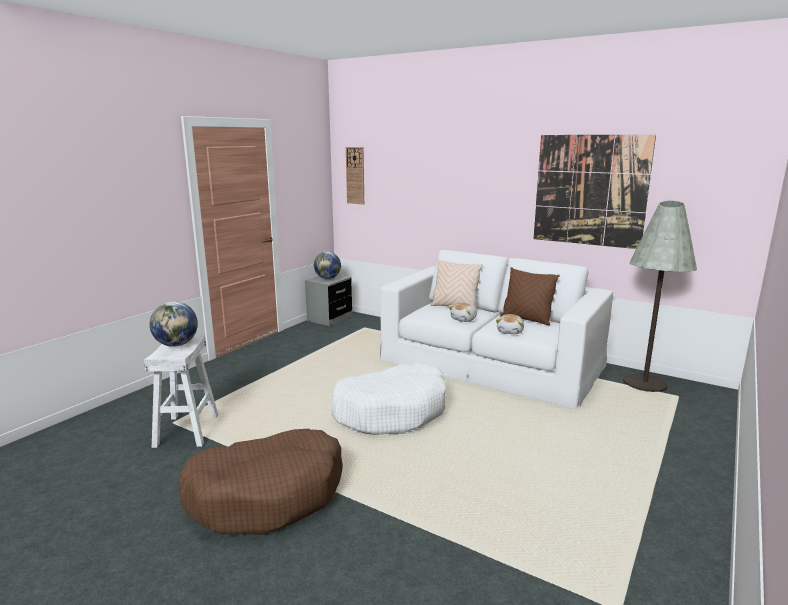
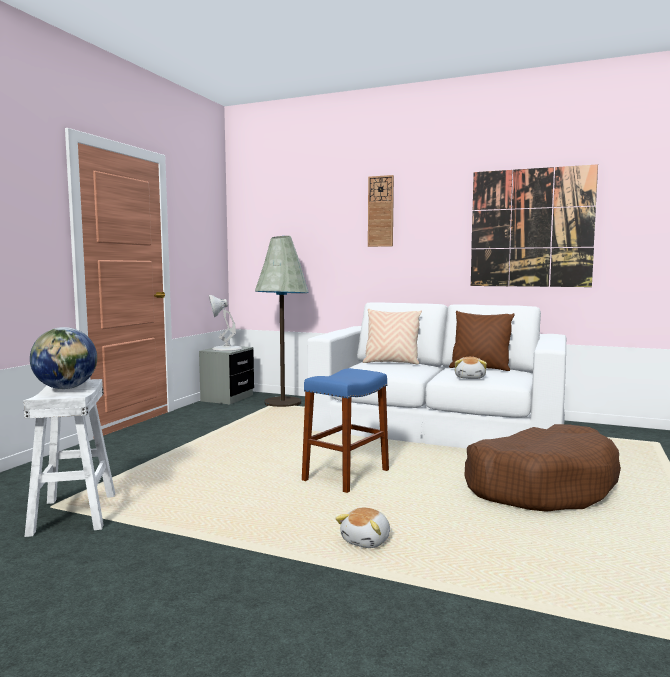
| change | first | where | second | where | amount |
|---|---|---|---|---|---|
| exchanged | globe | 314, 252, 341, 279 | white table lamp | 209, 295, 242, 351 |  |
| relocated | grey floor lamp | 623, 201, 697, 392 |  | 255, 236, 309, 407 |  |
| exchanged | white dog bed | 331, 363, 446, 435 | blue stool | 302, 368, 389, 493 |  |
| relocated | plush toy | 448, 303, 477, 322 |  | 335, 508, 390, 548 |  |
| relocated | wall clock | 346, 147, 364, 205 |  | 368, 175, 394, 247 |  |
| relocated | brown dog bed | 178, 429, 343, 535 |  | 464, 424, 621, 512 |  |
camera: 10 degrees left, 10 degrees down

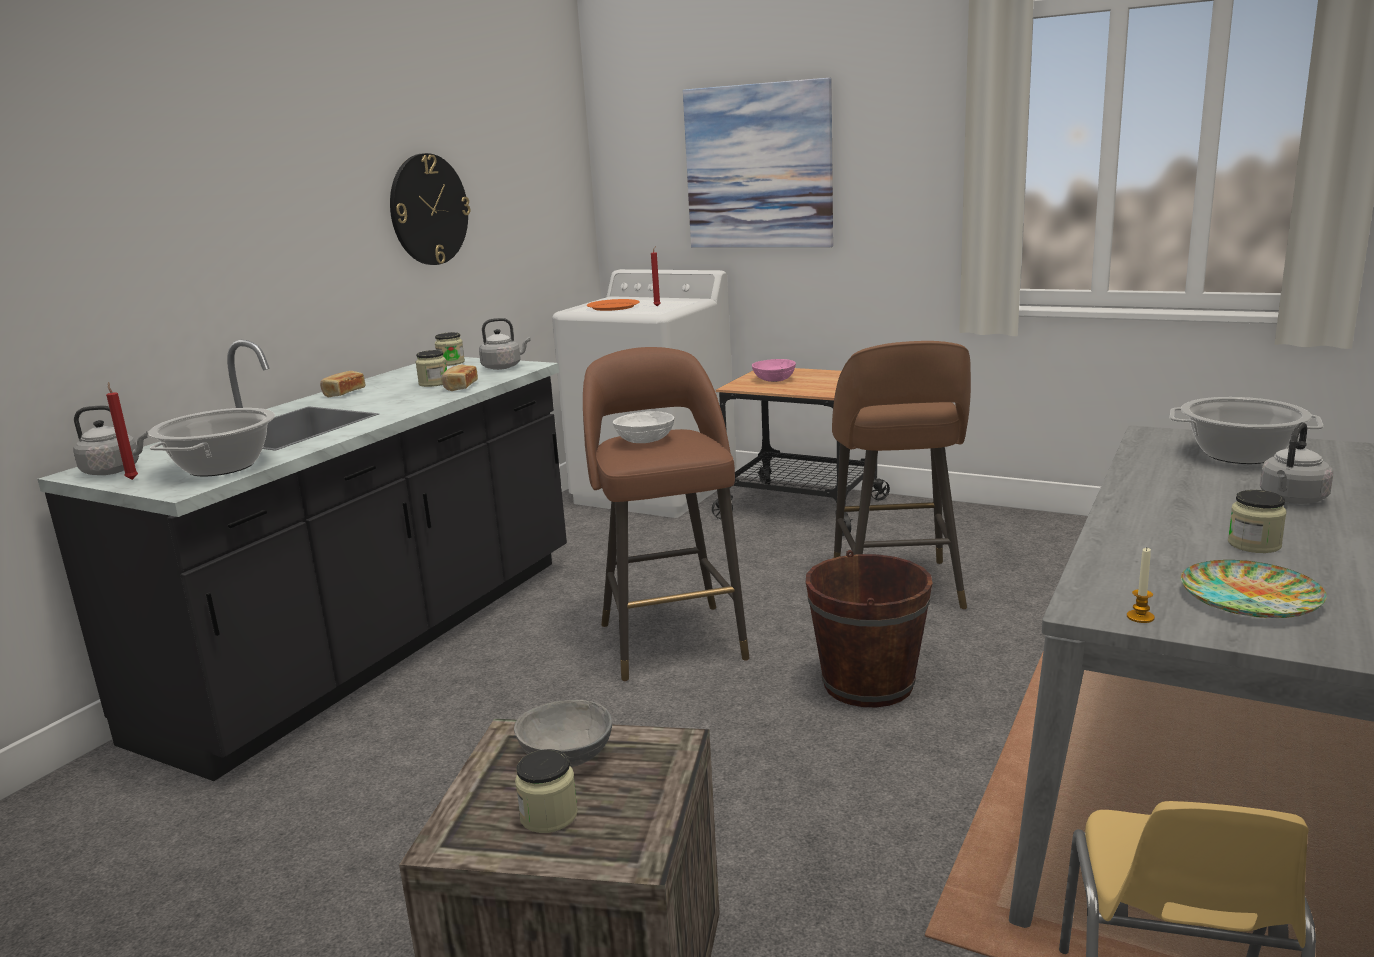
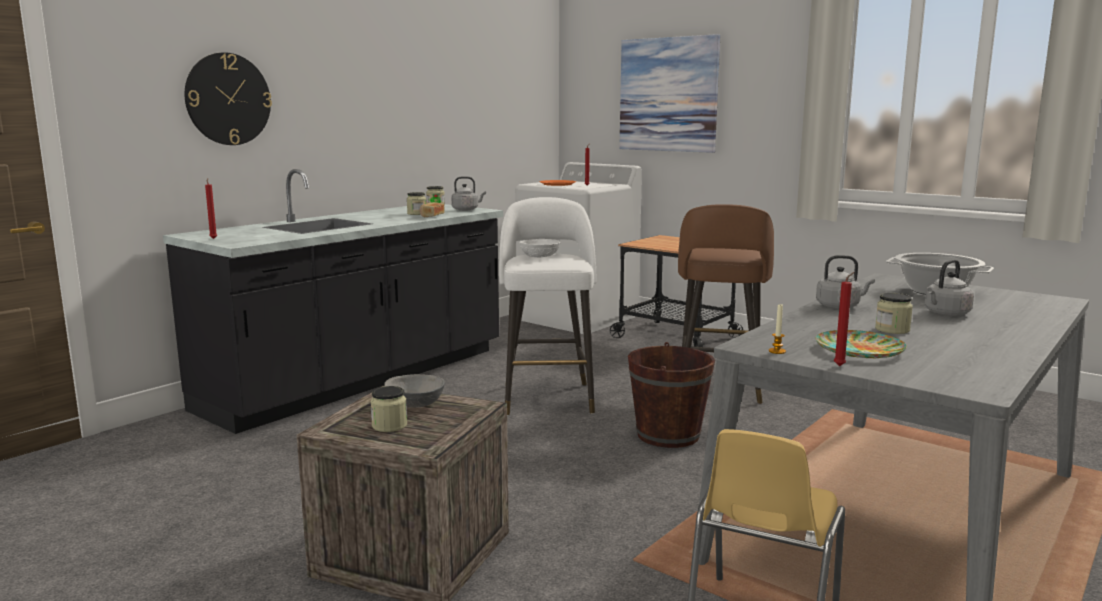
| change | first | where | second | where | amount |
|---|---|---|---|---|---|
| relocated | wall clock | 390, 153, 470, 265 |  | 185, 52, 272, 145 |  |
| colour | brown stool | 583, 347, 750, 681 | white stool | 499, 197, 596, 416 |  |
| relocated | grey kettle | 73, 406, 148, 475 |  | 816, 255, 875, 309 |  |
| appeared |  |  | red candle | 834, 272, 854, 366 |  |
| missing | cooking pot | 148, 408, 275, 477 |  |  |  |
| missing | bread | 320, 371, 365, 397 |  |  |  |
| missing | pink bowl | 752, 359, 796, 382 |  |  |  |
camera: 10 degrees right, 5 degrees down

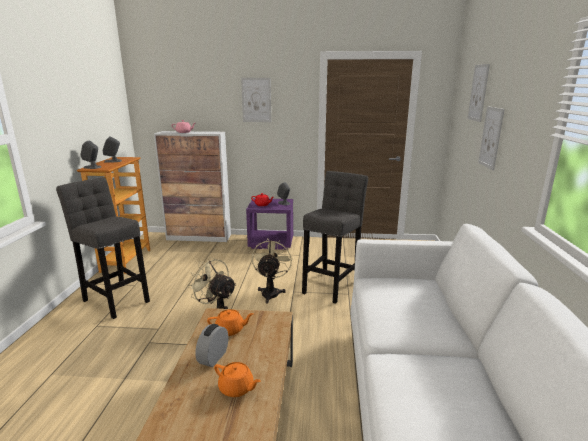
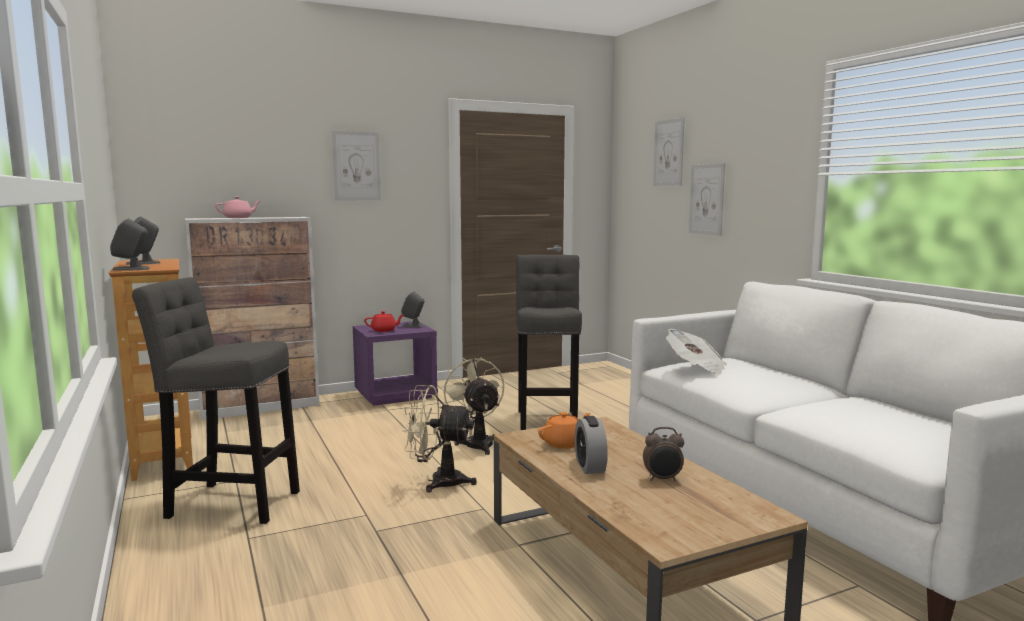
| change | first | where | second | where | amount |
|---|---|---|---|---|---|
| exchanged | orange teapot | 214, 362, 261, 397 | alarm clock | 643, 427, 684, 481 |  |
| appeared |  |  | newspaper | 666, 329, 727, 375 |  |
camera: 30 degrees left, 10 degrees down

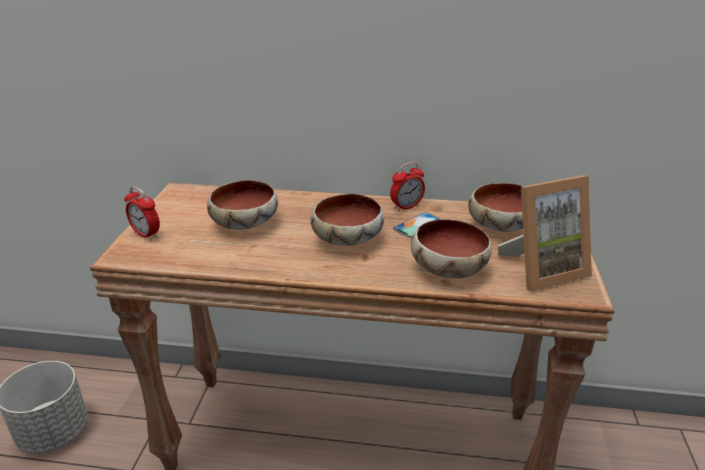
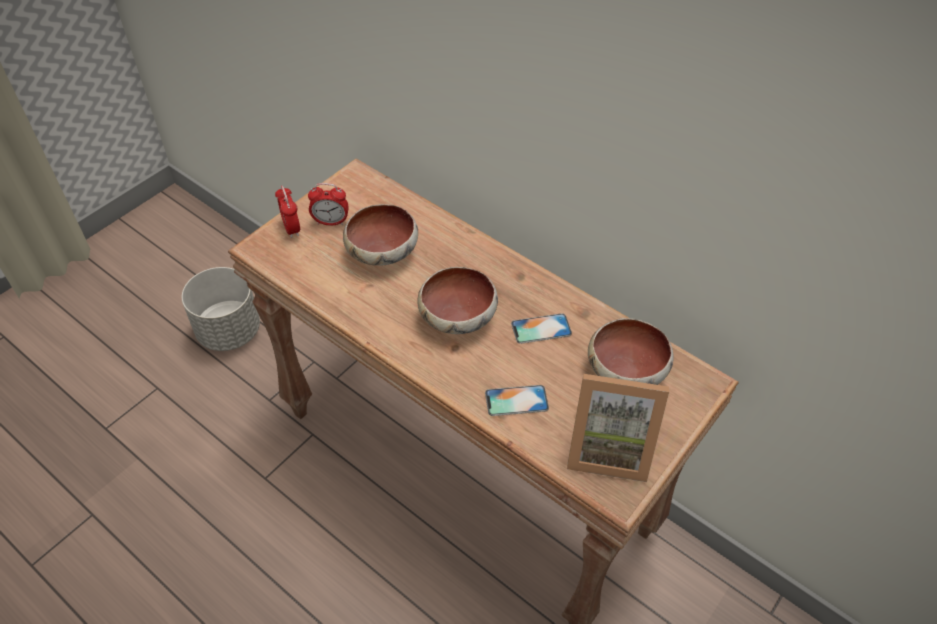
| change | first | where | second | where | amount |
|---|---|---|---|---|---|
| relocated | alarm clock | 390, 162, 425, 212 |  | 308, 183, 349, 226 |  |
| exchanged | bowl | 411, 219, 492, 279 | phone | 485, 385, 549, 416 |  |
camera: 30 degrees right, 20 degrees up

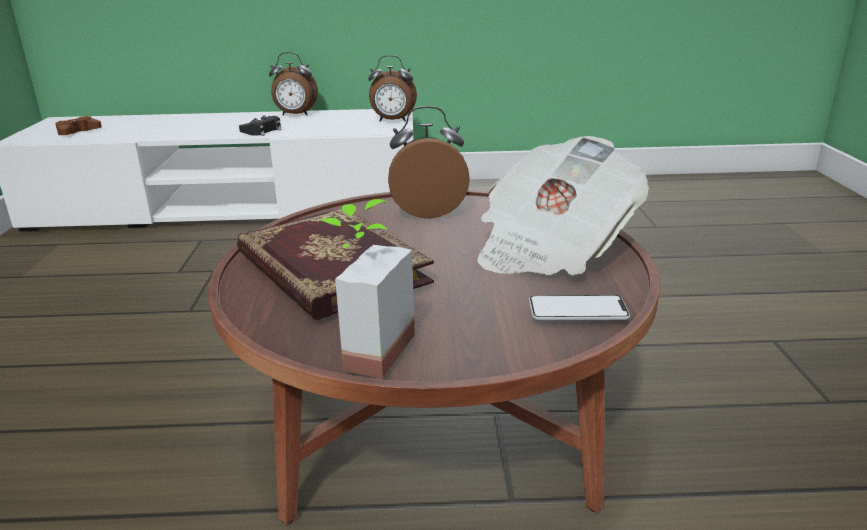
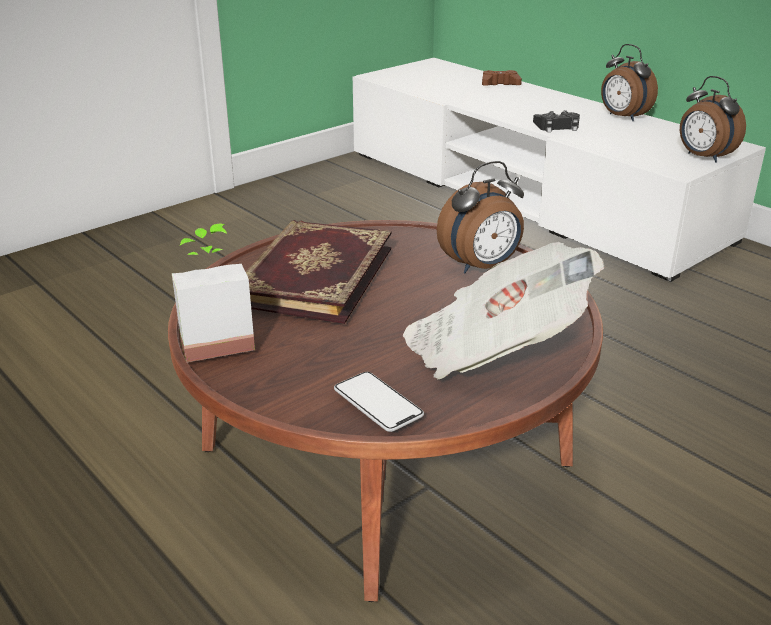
| change | first | where | second | where | amount |
|---|---|---|---|---|---|
| spun | alarm clock | 388, 106, 470, 219 |  | 437, 161, 524, 273 | 105 degrees clockwise |
| relocated | brown game controller | 55, 116, 102, 135 |  | 482, 70, 522, 86 |  |
camera: 50 degrees right, 5 degrees up

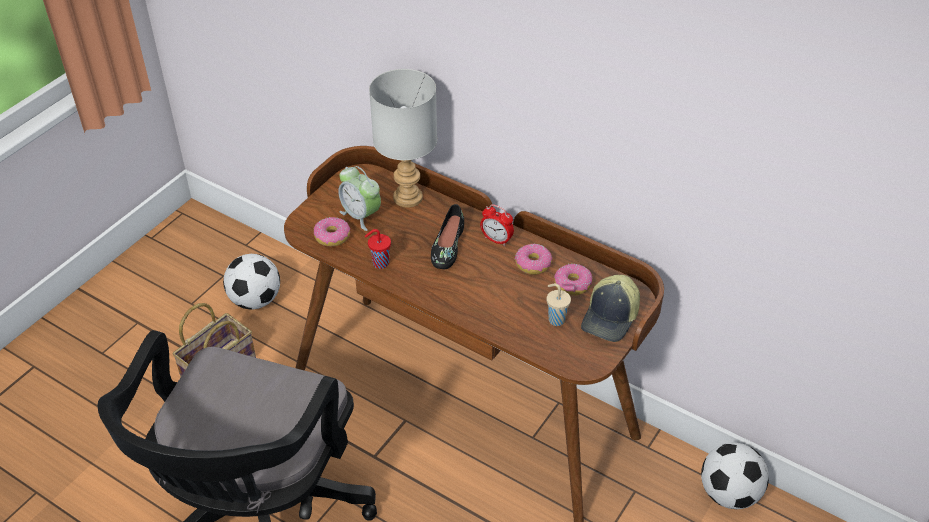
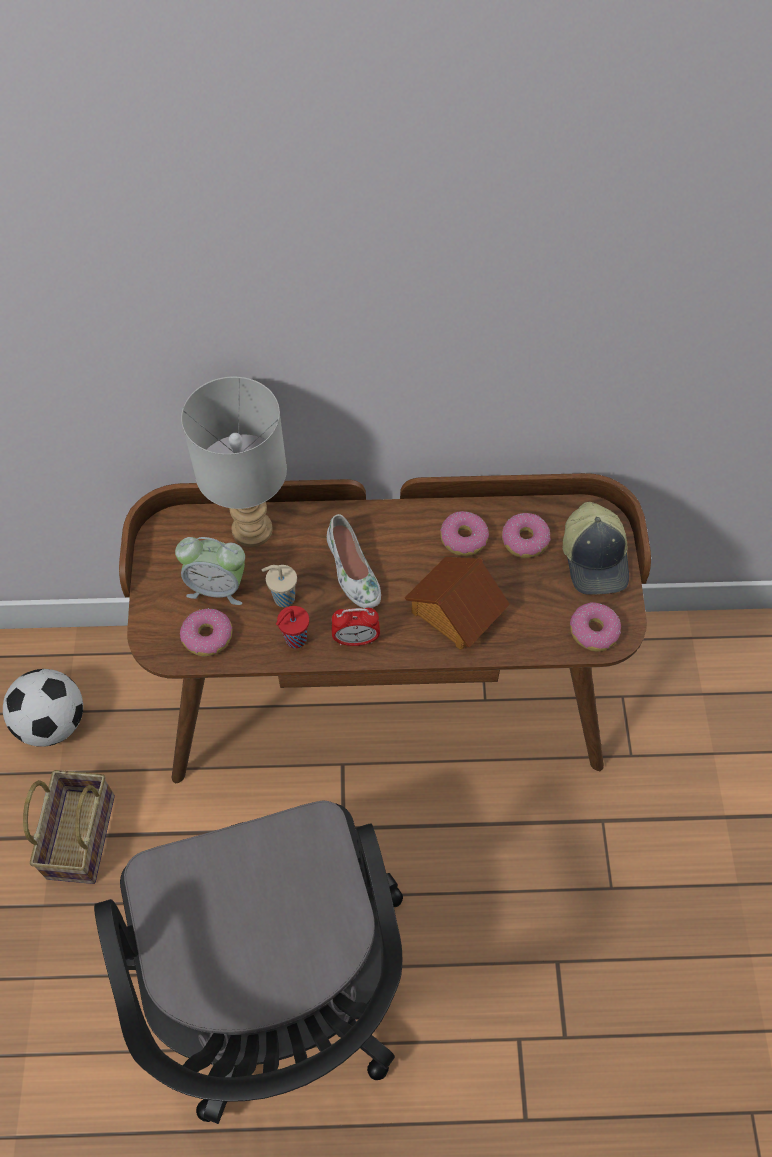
| change | first | where | second | where | amount |
|---|---|---|---|---|---|
| relocated | beige cup | 547, 283, 571, 326 |  | 262, 565, 297, 607 |  |
| colour | black shoe | 431, 204, 464, 269 | white shoe | 327, 514, 381, 608 |  |
| relocated | alarm clock | 480, 204, 514, 246 |  | 332, 608, 380, 646 |  |
| appeared |  |  | toy house | 405, 557, 510, 650 |  |
| appeared |  |  | donut | 570, 602, 621, 652 |  |
| missing | football | 701, 442, 769, 509 |  |  |  |
camera: 35 degrees left, 15 degrees up

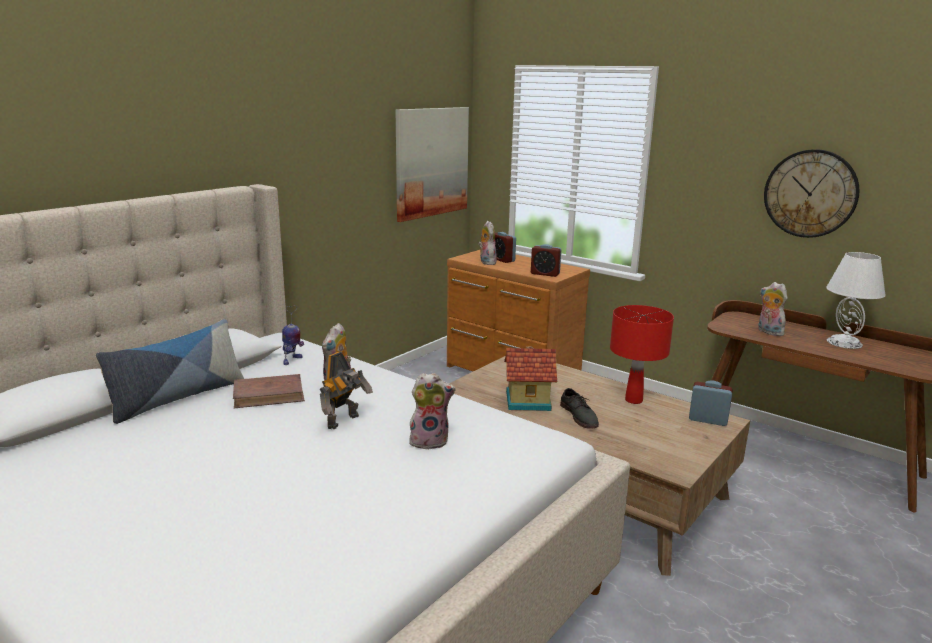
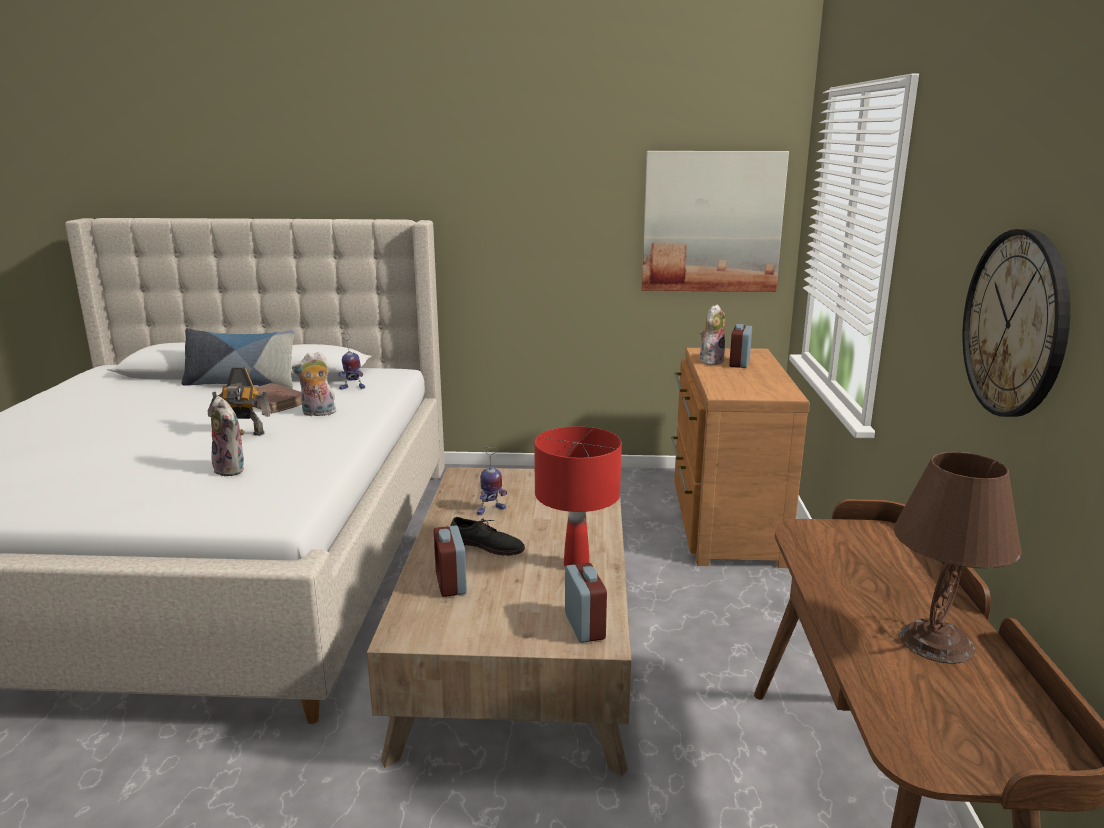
| change | first | where | second | where | amount |
|---|---|---|---|---|---|
| relocated | alarm clock | 531, 244, 561, 277 |  | 434, 525, 467, 597 |  |
| spun | grey shoe | 560, 388, 599, 429 |  | 450, 517, 525, 556 | 105 degrees counterclockwise |
| exchanged | toy house | 504, 346, 557, 411 | toy robot | 477, 447, 507, 515 |  |
| colour | white table lamp | 826, 252, 886, 349 | brown table lamp | 894, 452, 1022, 664 |  |
| missing | plush toy | 758, 282, 787, 336 |  |  |  |
camera: 55 degrees right, 0 degrees up

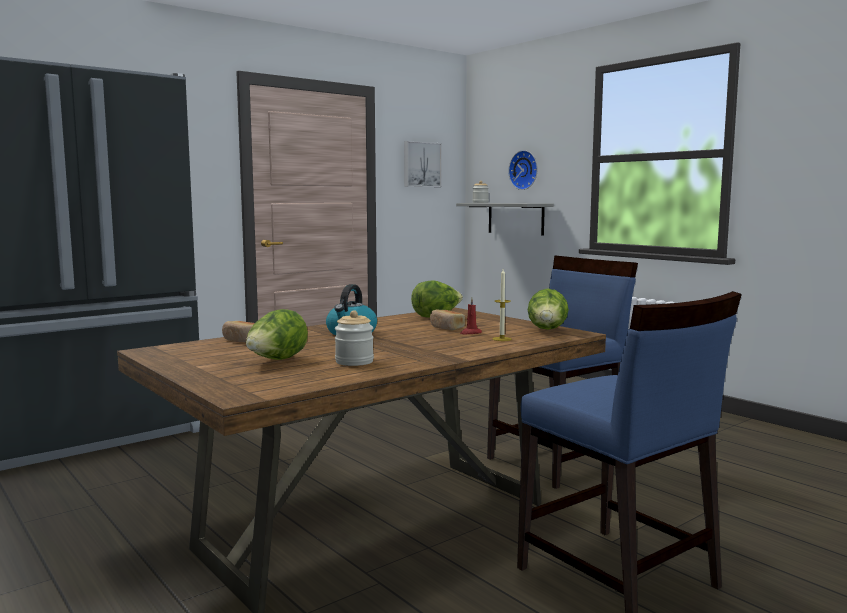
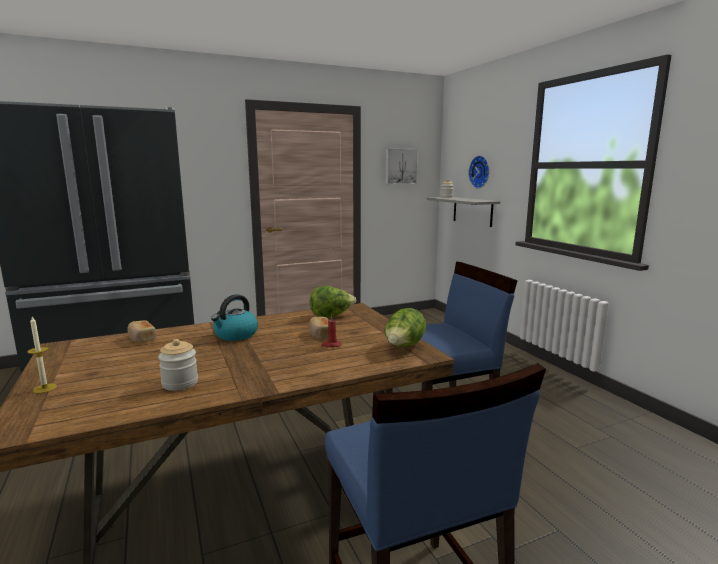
| change | first | where | second | where | amount |
|---|---|---|---|---|---|
| relocated | candle | 493, 269, 511, 341 |  | 27, 317, 57, 393 |  |
| missing | lettuce | 246, 309, 308, 360 |  |  |  |
camera: 15 degrees right, 5 degrees up

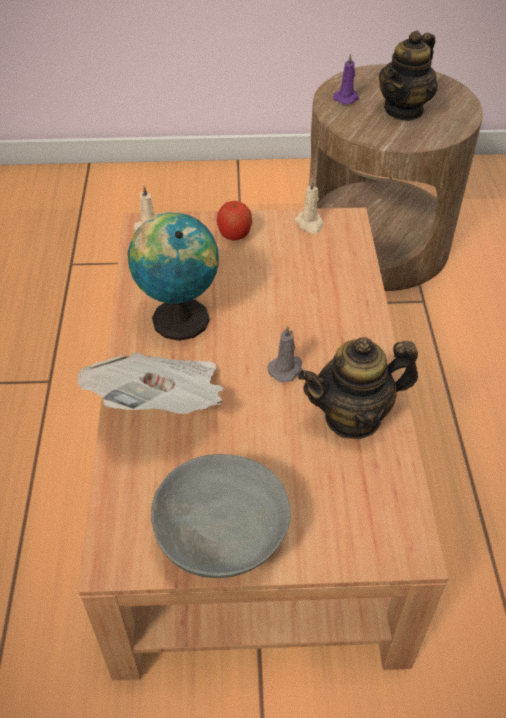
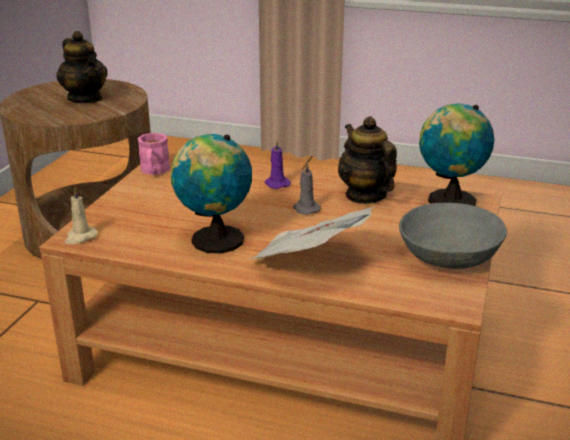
| change | first | where | second | where | amount |
|---|---|---|---|---|---|
| exchanged | beige candle | 295, 179, 324, 234 | pink mug | 137, 133, 170, 175 |  |
| relocated | purple candle | 333, 54, 359, 105 |  | 265, 140, 291, 189 |  |
| spun | teapot | 298, 337, 418, 439 |  | 338, 116, 397, 204 | 150 degrees clockwise |
| appeared |  |  | globe | 419, 103, 494, 206 |  |
| missing | apple | 217, 201, 252, 241 |  |  |  |
camera: 70 degrees left, 20 degrees down

